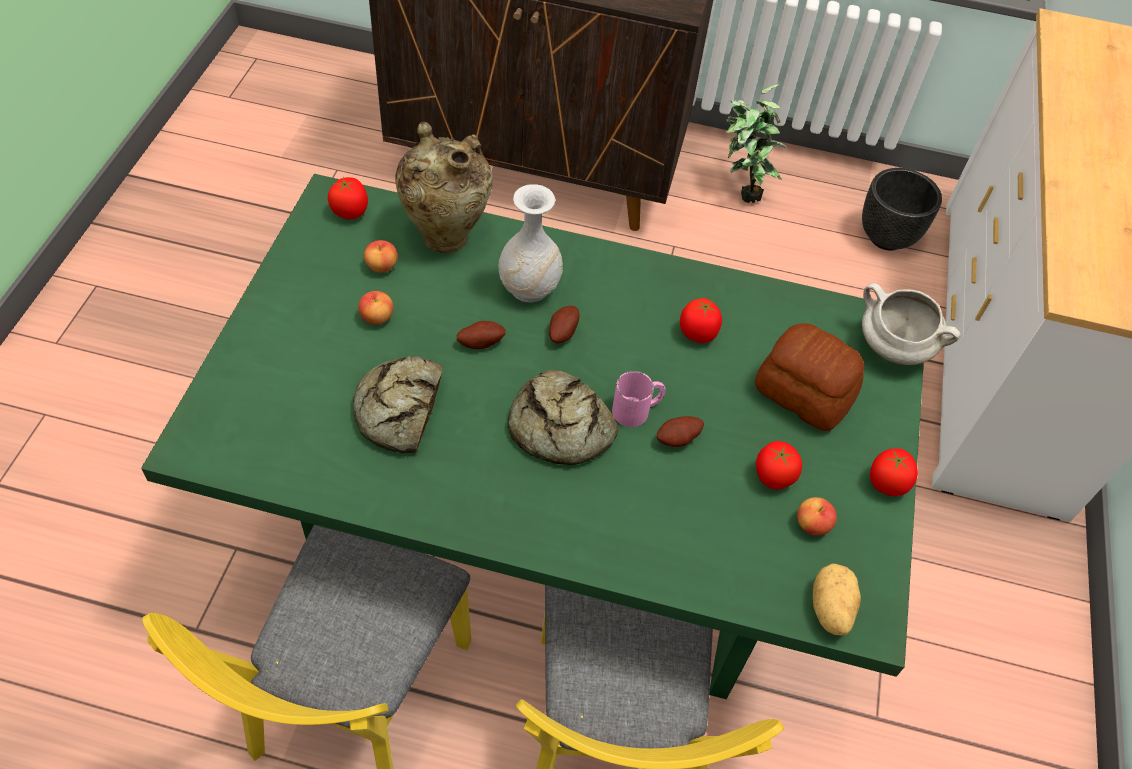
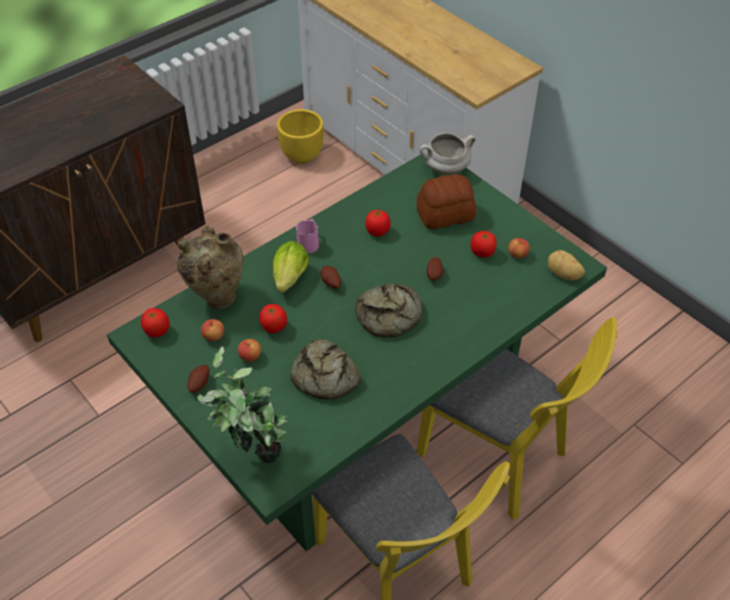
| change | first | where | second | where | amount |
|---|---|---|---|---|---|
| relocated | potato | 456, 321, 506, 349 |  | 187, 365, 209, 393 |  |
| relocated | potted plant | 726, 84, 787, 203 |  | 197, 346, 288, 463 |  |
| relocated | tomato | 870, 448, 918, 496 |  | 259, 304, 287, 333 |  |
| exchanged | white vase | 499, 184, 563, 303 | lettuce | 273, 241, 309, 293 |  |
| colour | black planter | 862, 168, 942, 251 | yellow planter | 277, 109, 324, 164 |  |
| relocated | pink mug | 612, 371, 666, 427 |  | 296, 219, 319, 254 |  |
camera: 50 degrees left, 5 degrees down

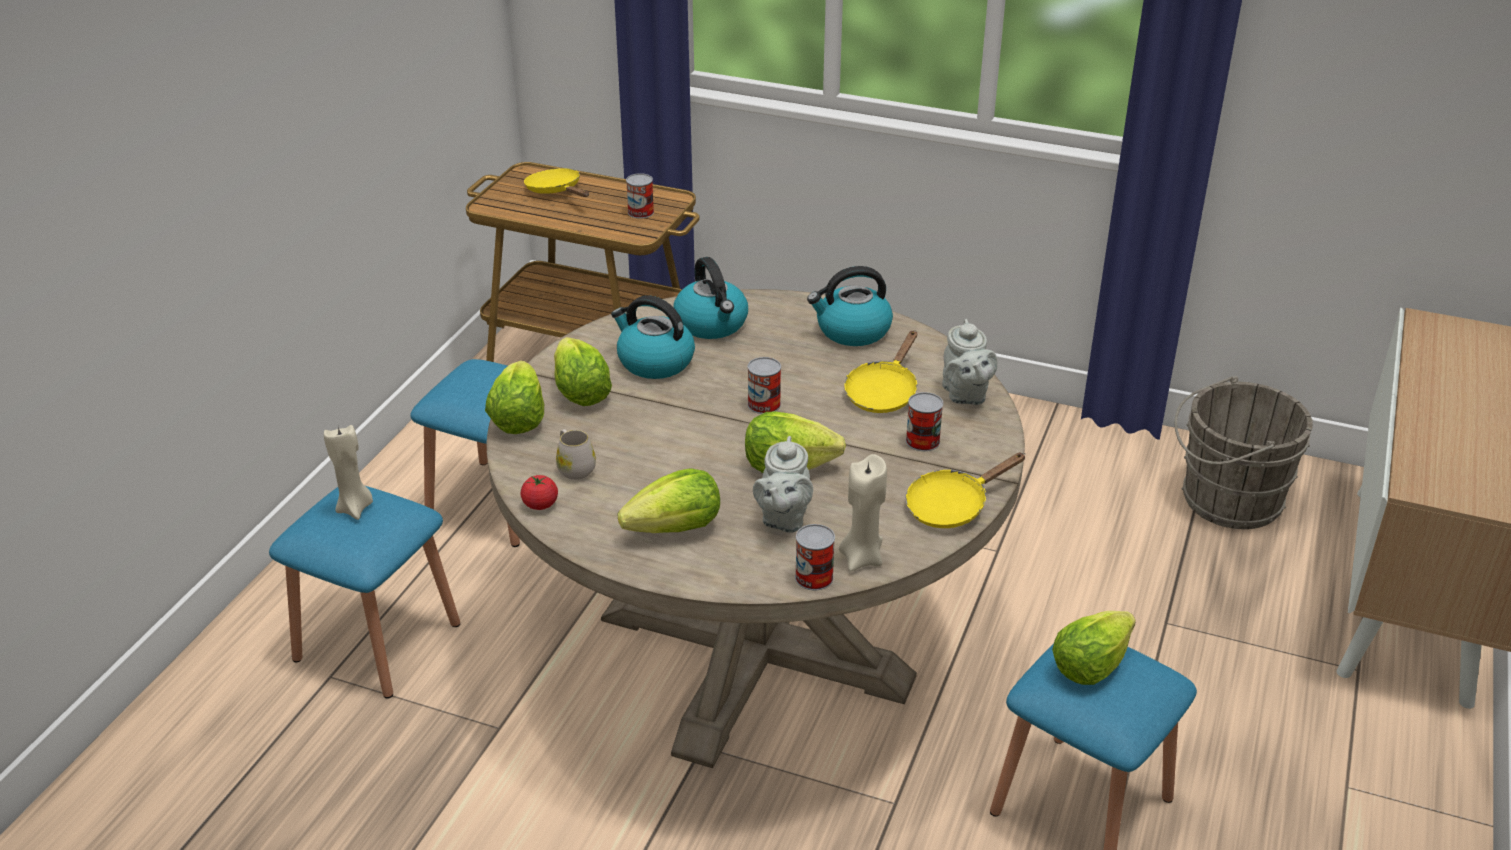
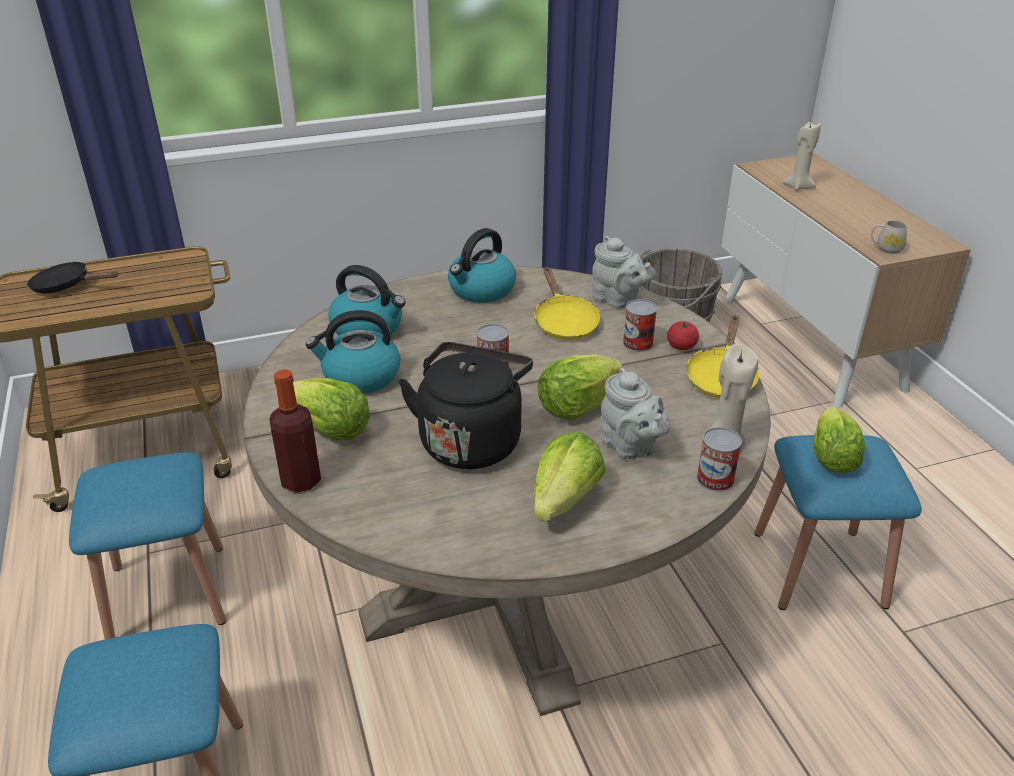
| change | first | where | second | where | amount |
|---|---|---|---|---|---|
| colour | yellow frying pan | 524, 168, 589, 197 | black frying pan | 27, 262, 118, 293 |  |
| exchanged | lettuce | 485, 361, 544, 434 | bottle | 269, 369, 321, 493 |  |
| appeared |  |  | black kettle | 398, 342, 533, 469 |  |
| relocated | tomato | 521, 475, 558, 510 |  | 667, 321, 699, 350 |  |
| relocated | beige candle | 324, 425, 373, 520 |  | 783, 122, 821, 191 |  |
| relocated | white mug | 556, 429, 596, 480 |  | 871, 220, 907, 254 |  |
| missing | can | 626, 173, 654, 219 |  |  |  |
camera: 40 degrees left, 0 degrees up

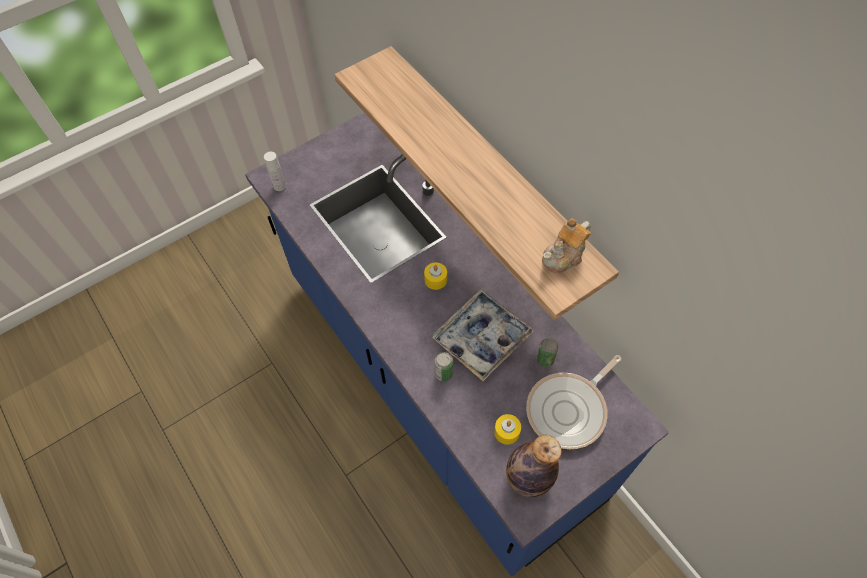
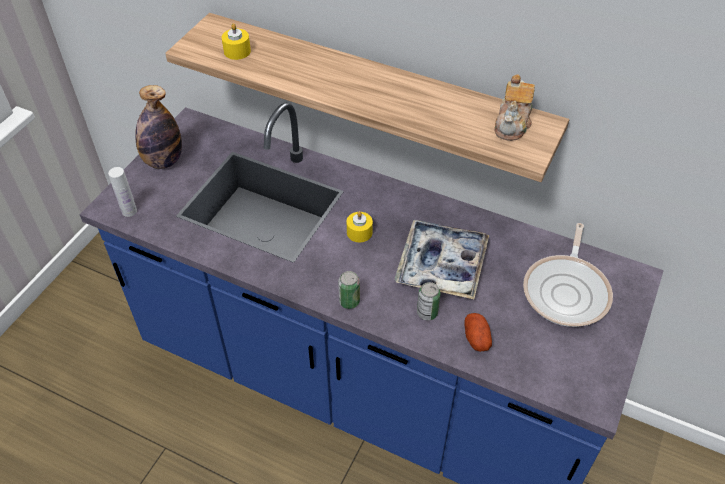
| change | first | where | second | where | amount |
|---|---|---|---|---|---|
| relocated | bottle | 506, 435, 562, 497 |  | 135, 85, 182, 169 |  |
| relocated | yellow candle | 494, 414, 521, 445 |  | 222, 23, 251, 60 |  |
| relocated | can | 536, 338, 558, 367 |  | 338, 271, 360, 309 |  |
| appeared |  |  | potato | 465, 313, 492, 352 |  |
camera: 30 degrees left, 10 degrees down

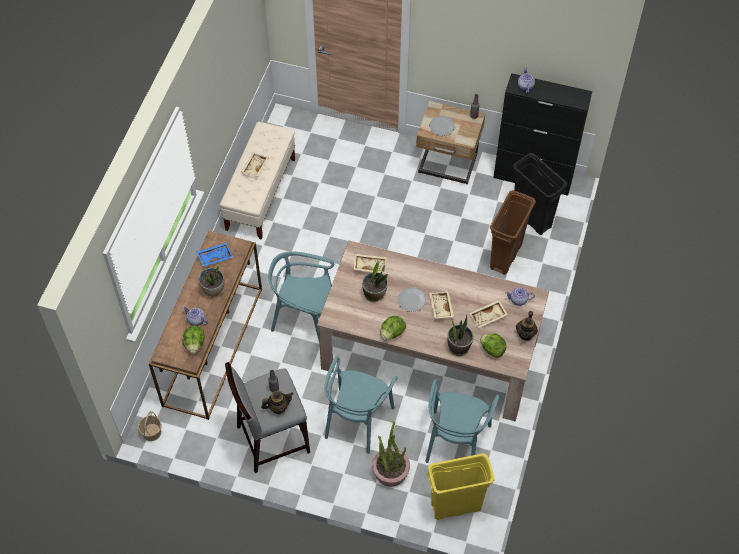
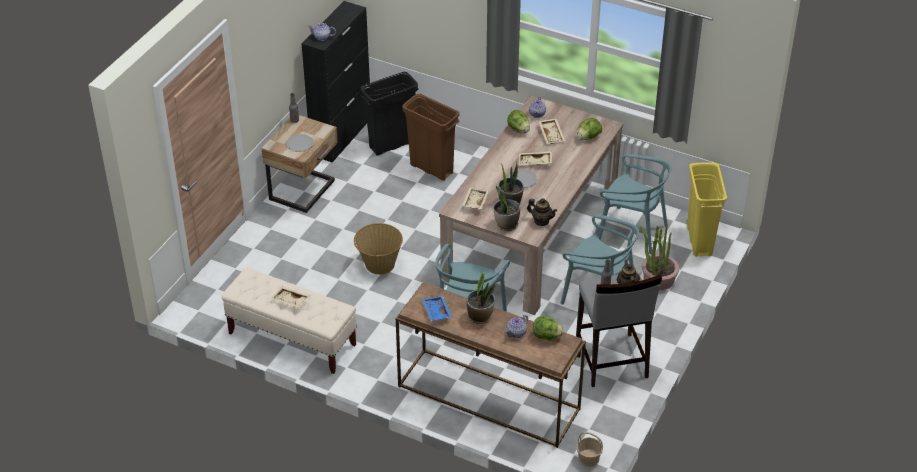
| change | first | where | second | where | amount |
|---|---|---|---|---|---|
| appeared |  |  | basket | 354, 223, 403, 275 |  |
| relocated | potted plant | 447, 314, 473, 356 |  | 494, 186, 520, 231 |  |
| relocated | lettuce | 381, 316, 406, 341 |  | 507, 110, 530, 133 |  |
| relocated | teapot | 516, 311, 538, 341 |  | 527, 198, 557, 226 |  |
camera: 80 degrees left, 15 degrees down

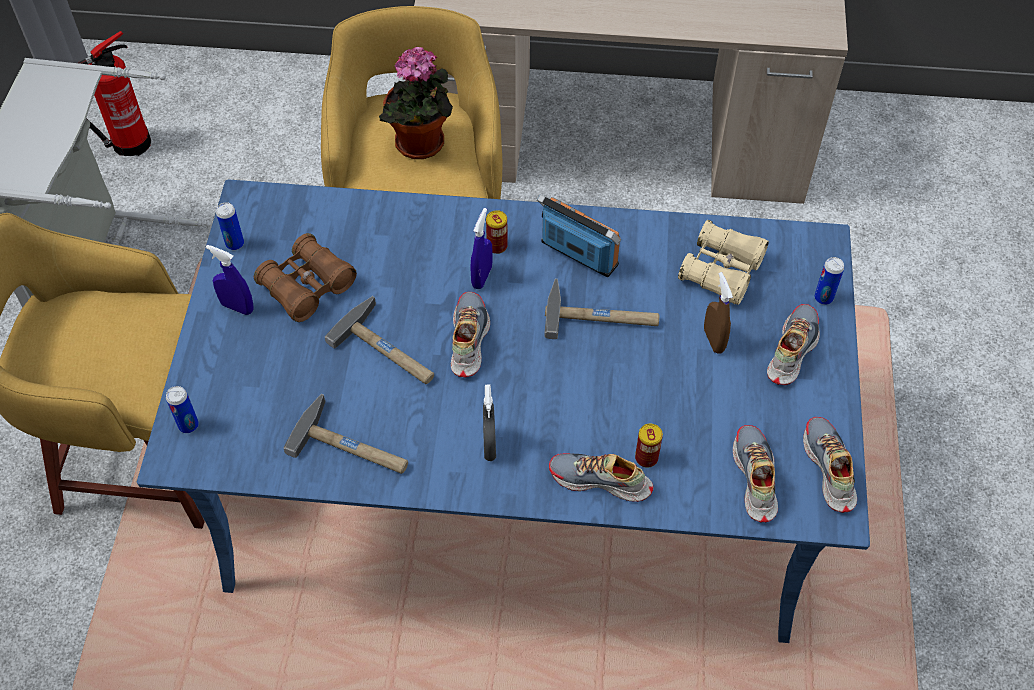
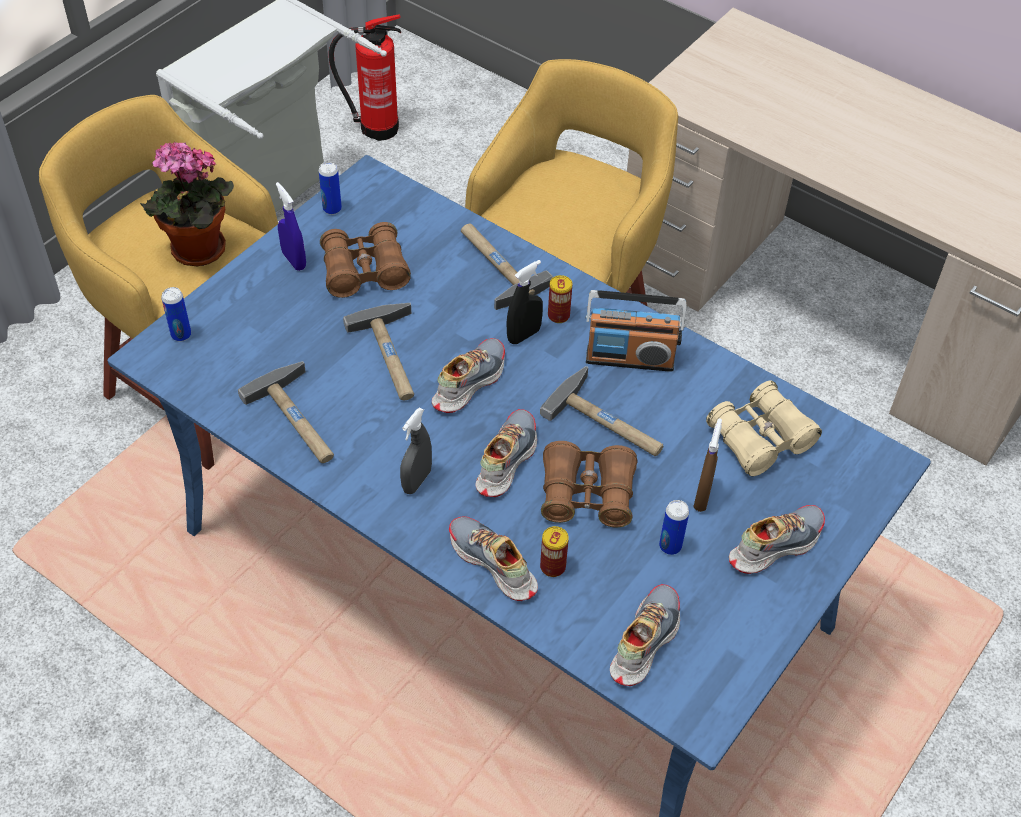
| change | first | where | second | where | amount |
|---|---|---|---|---|---|
| relocated | potted plant | 379, 47, 453, 159 |  | 140, 142, 234, 266 |  |
| appeared |  |  | hammer | 461, 224, 553, 310 |  |
| relocated | shoe | 803, 417, 857, 513 |  | 475, 409, 537, 497 |  |
| colour | blue spray bottle | 470, 208, 493, 289 | black spray bottle | 506, 260, 543, 344 |  |
| appeared |  |  | brown binoculars | 541, 441, 637, 527 |  |
| spun | radio | 537, 194, 621, 277 |  | 586, 290, 686, 372 | 120 degrees clockwise |
| relocated | can | 814, 257, 844, 305 |  | 659, 500, 689, 555 |  |
camera: 30 degrees right, 5 degrees down

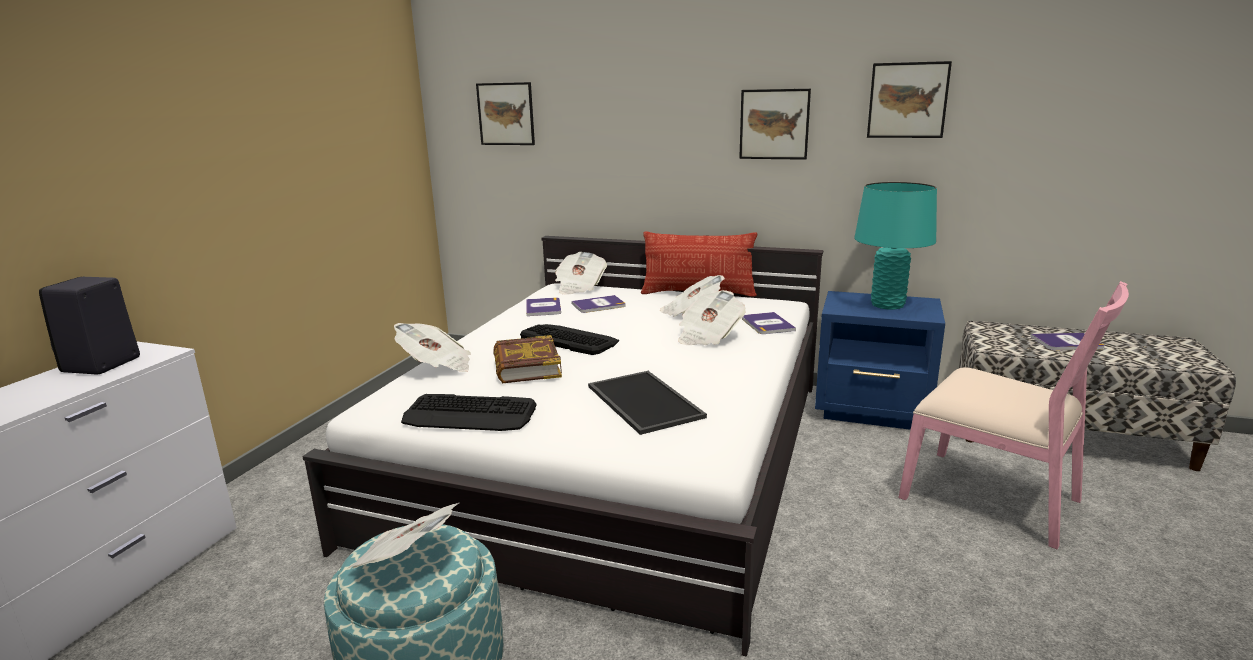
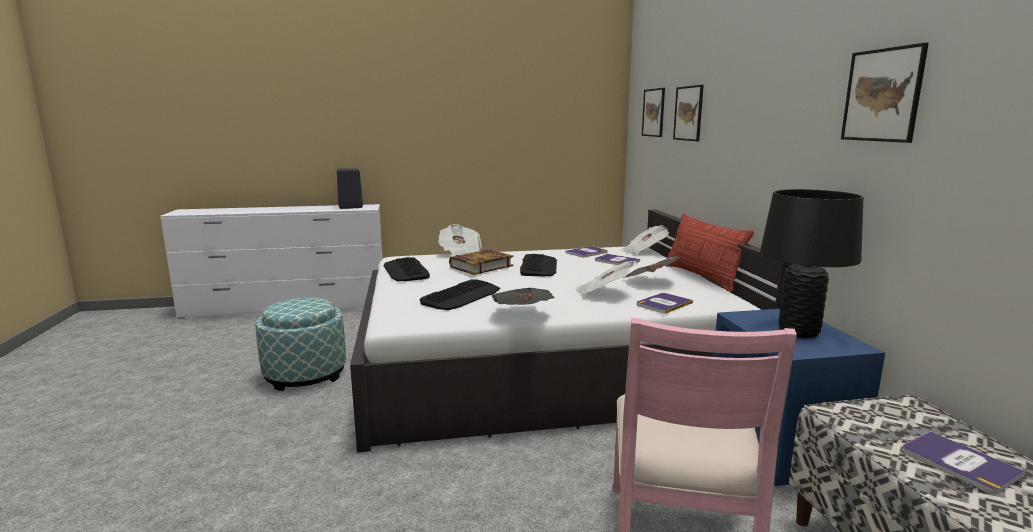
| change | first | where | second | where | amount |
|---|---|---|---|---|---|
| exchanged | tray | 588, 371, 707, 435 | keyboard | 420, 279, 500, 310 |  |
| relocated | newspaper | 347, 502, 460, 569 |  | 491, 288, 554, 305 |  |
| relocated | picture | 739, 89, 811, 160 |  | 673, 85, 704, 141 |  |
| colour | turquoise table lamp | 854, 182, 937, 310 | black table lamp | 760, 189, 864, 338 |  |
camera: 60 degrees right, 5 degrees down

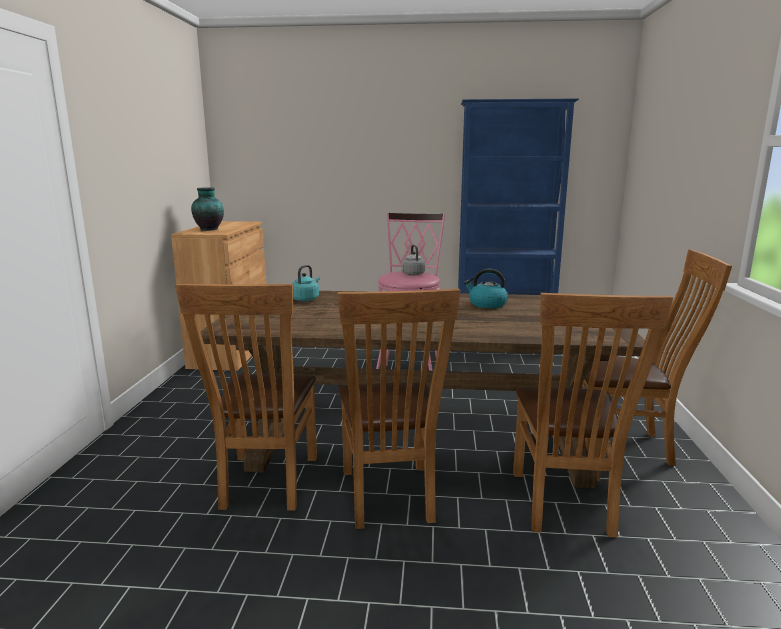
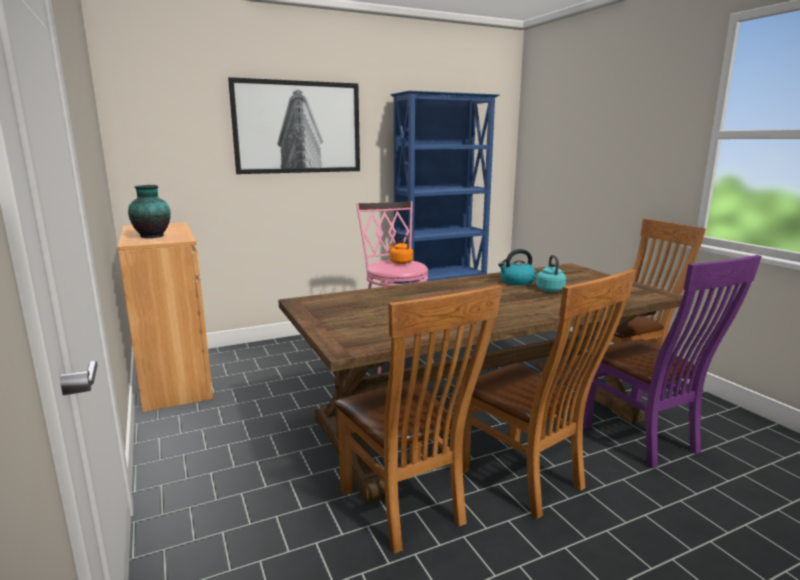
| change | first | where | second | where | amount |
|---|---|---|---|---|---|
| appeared |  |  | picture | 228, 77, 360, 174 |  |
| colour | grey kettle | 401, 245, 425, 276 | orange kettle | 389, 233, 413, 264 |  |
| relocated | turquoise kettle | 292, 265, 320, 301 |  | 536, 255, 566, 292 |  |
| colour | brown chair | 513, 293, 673, 538 | purple chair | 583, 255, 762, 469 |  |
camera: 30 degrees left, 0 degrees up

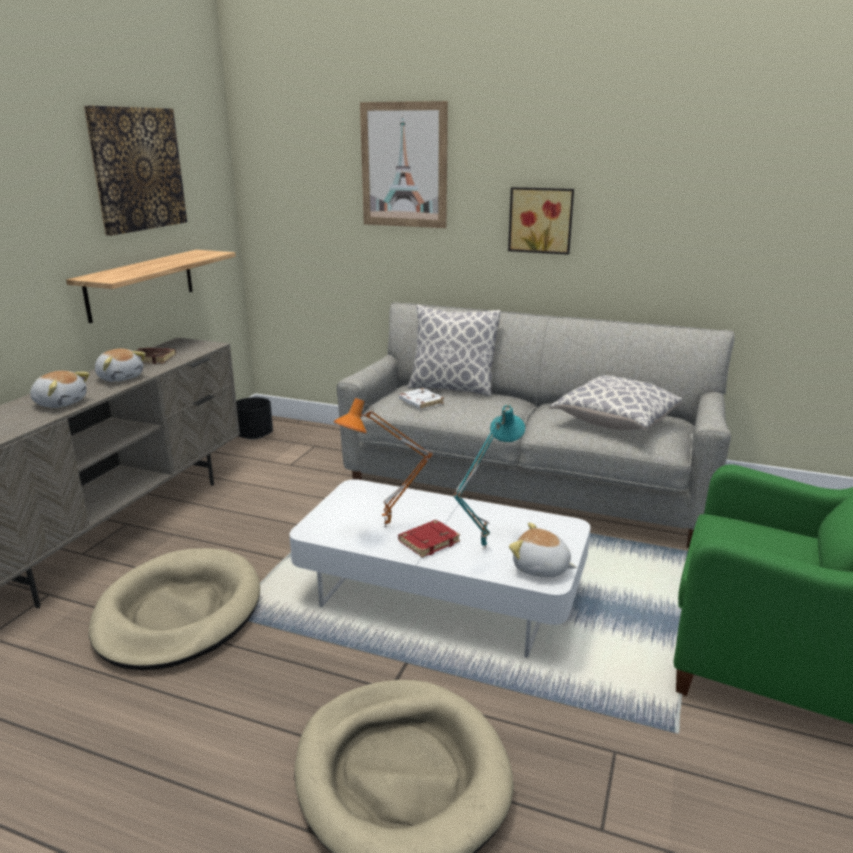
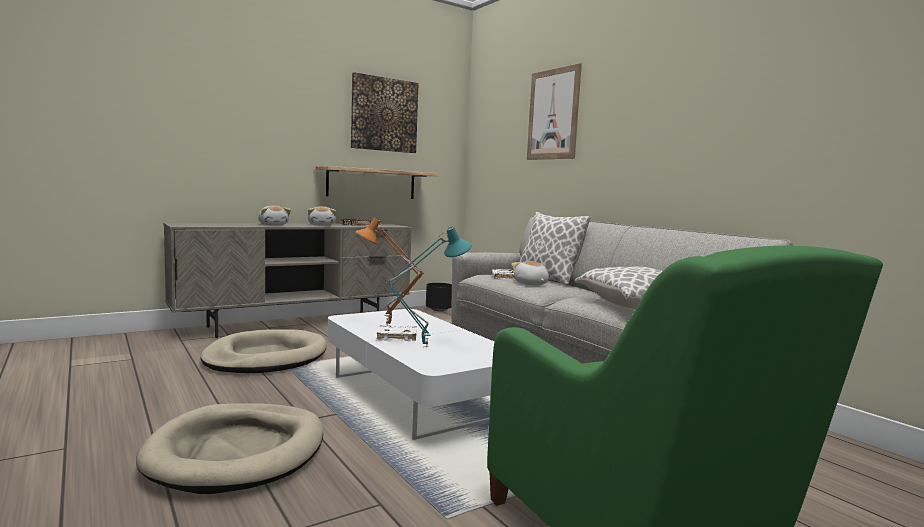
| change | first | where | second | where | amount |
|---|---|---|---|---|---|
| colour | red book | 398, 520, 460, 558 | white book | 377, 325, 417, 341 |  |
| relocated | plush toy | 509, 522, 577, 577 |  | 511, 261, 549, 285 |  |
| missing | picture | 508, 187, 574, 255 |  |  |  |
camera: 35 degrees right, 15 degrees down

